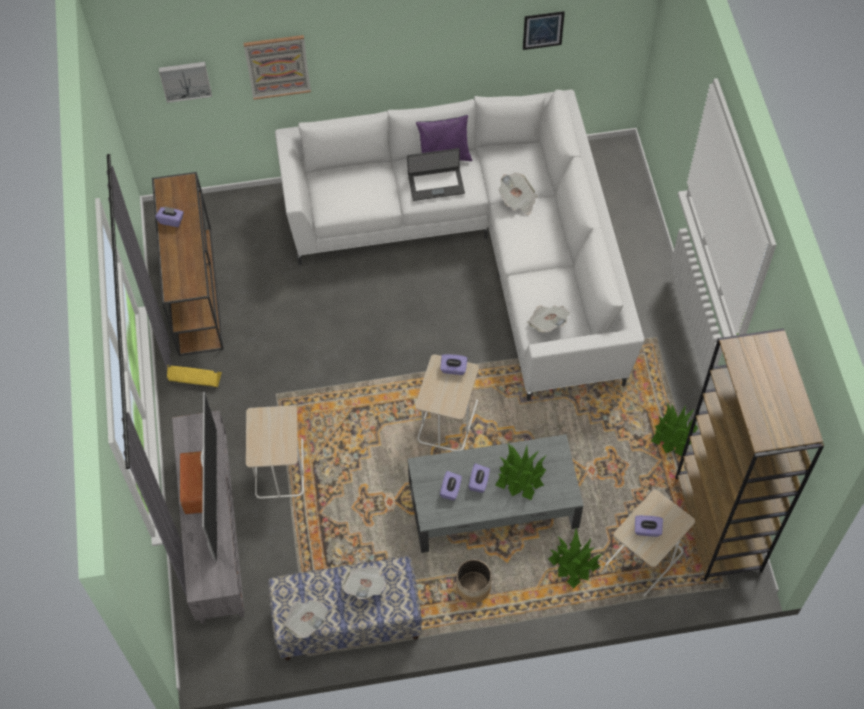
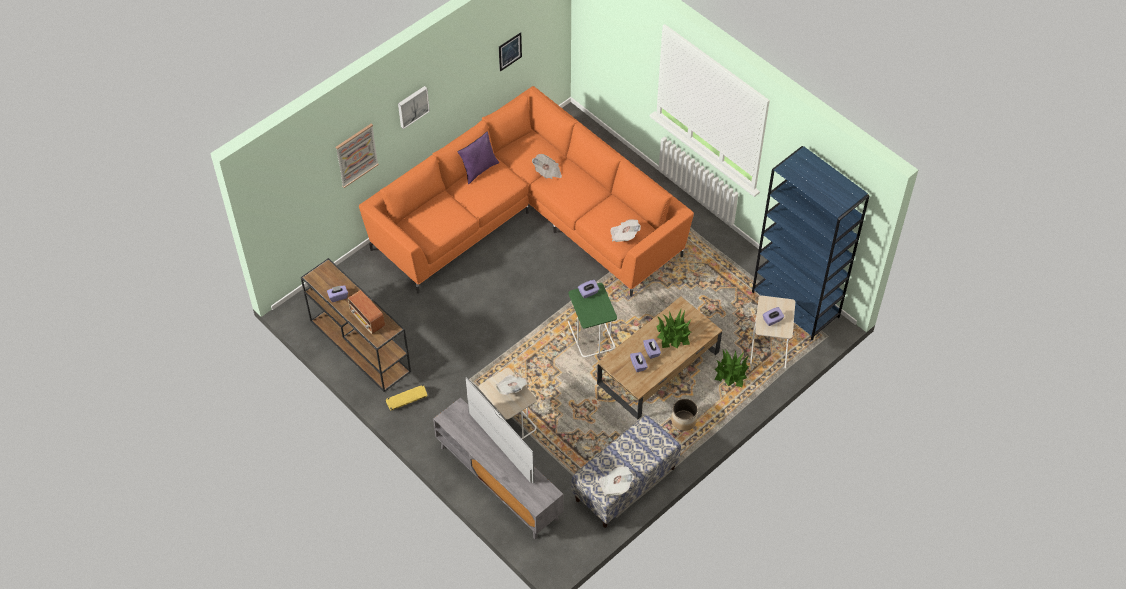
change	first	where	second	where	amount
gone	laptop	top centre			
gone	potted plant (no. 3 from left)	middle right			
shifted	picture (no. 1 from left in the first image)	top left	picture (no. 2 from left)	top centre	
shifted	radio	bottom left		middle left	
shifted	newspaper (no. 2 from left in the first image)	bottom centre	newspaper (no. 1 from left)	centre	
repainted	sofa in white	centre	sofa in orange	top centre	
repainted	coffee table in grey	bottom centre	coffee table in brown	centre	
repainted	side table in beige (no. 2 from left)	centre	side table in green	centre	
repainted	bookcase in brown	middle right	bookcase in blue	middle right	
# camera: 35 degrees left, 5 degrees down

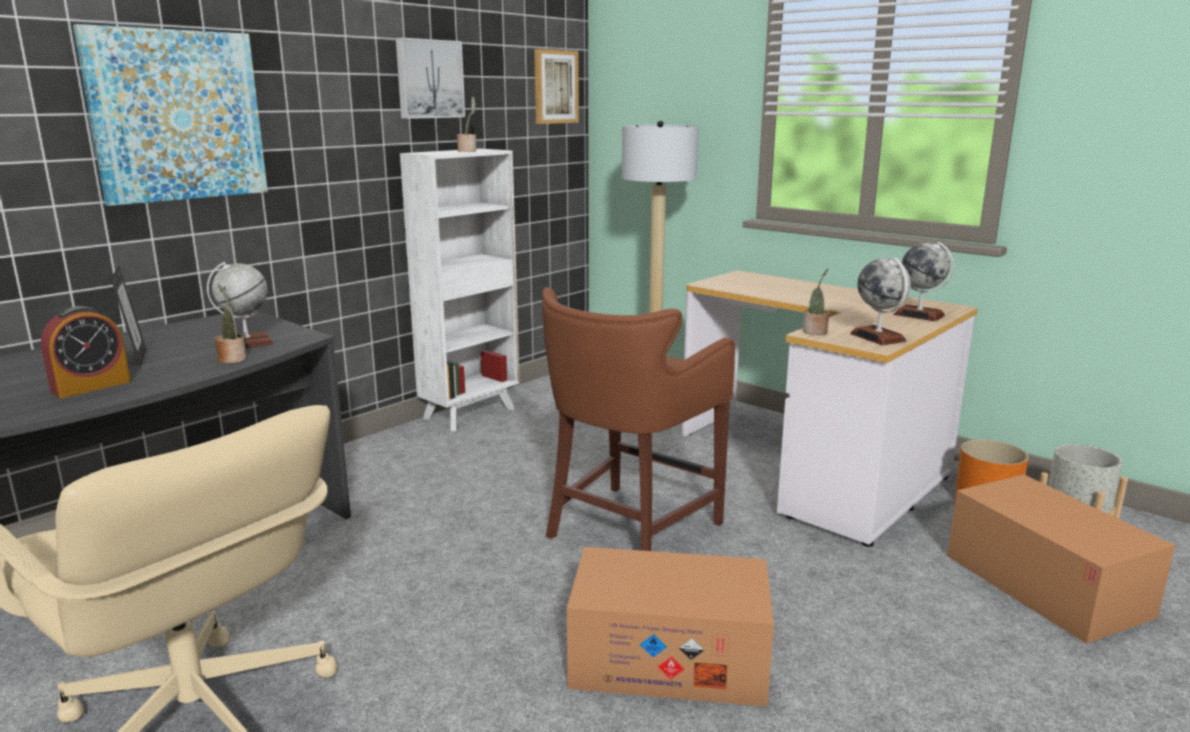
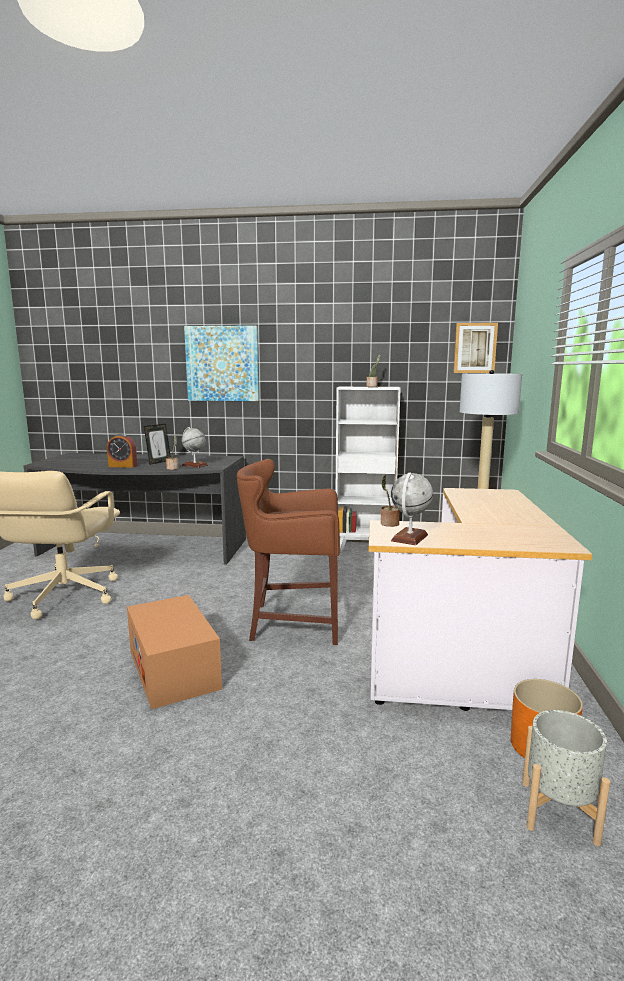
change	first	where	second	where	amount
gone	picture (no. 2 from left)	top centre			
gone	globe (no. 3 from left)	middle right			
gone	cardboard box (no. 2 from left)	bottom right			
# camera: 55 degrees right, 5 degrees down

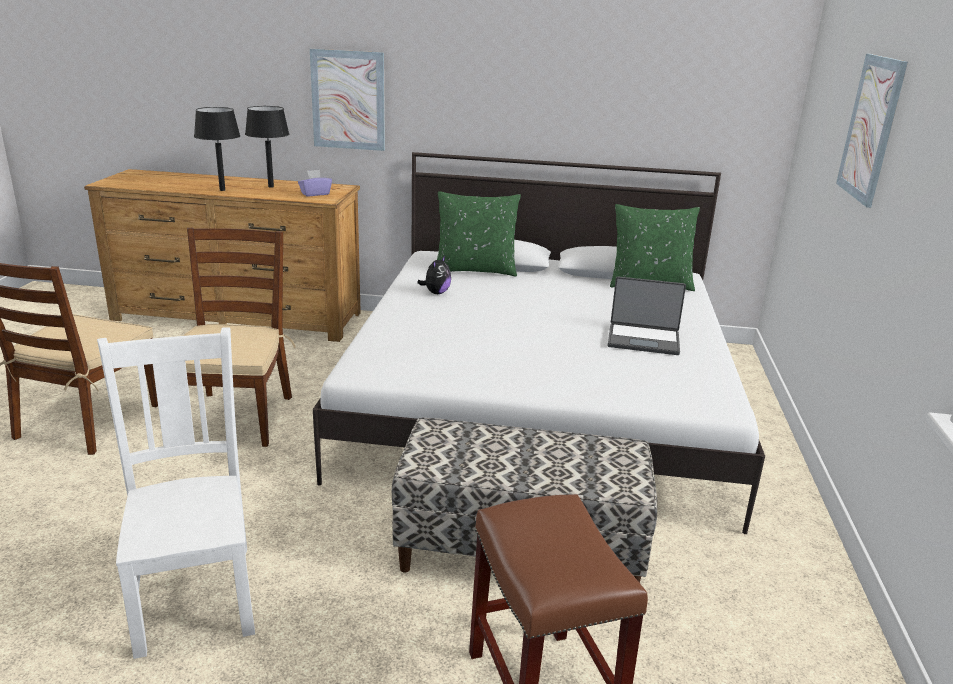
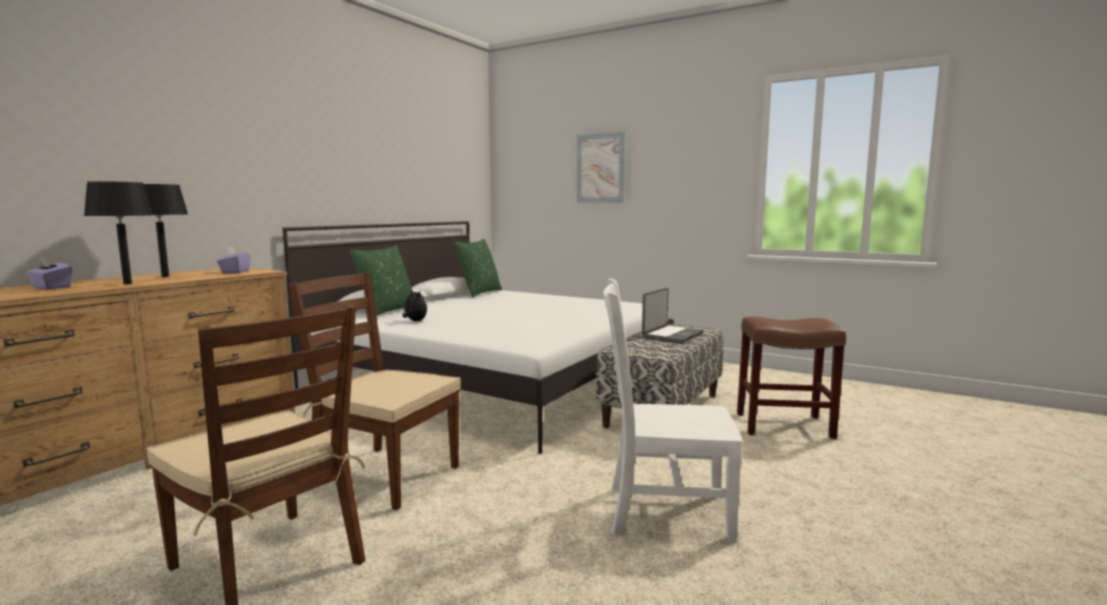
change	first	where	second	where	amount
gone	picture (no. 1 from left)	top centre			
new			tissue box in purple (no. 1 from left)	middle left	
shifted	laptop	middle right		centre	
# camera: 65 degrees left, 15 degrees down

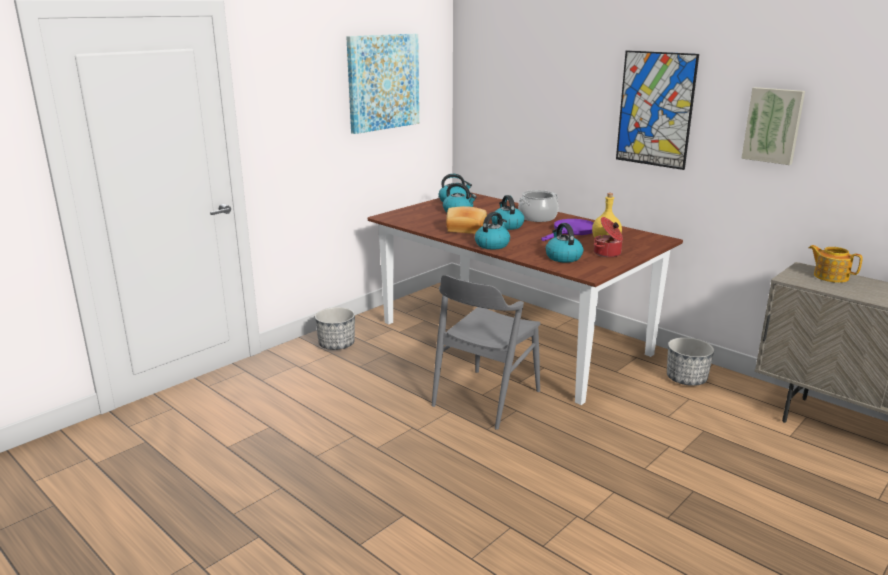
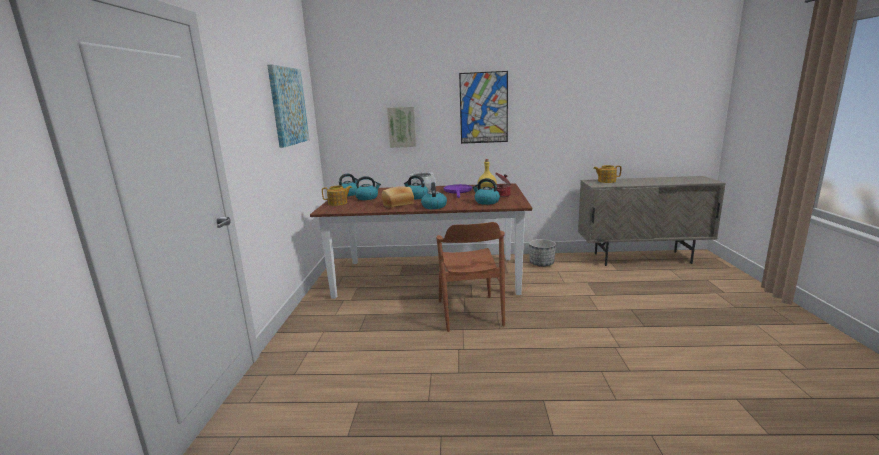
change	first	where	second	where	amount
gone	planter (no. 1 from left)	centre			
new			teapot (no. 1 from left)	centre	
shifted	picture (no. 3 from left in the first image)	top right	picture (no. 2 from left)	top centre	
repainted	chair in grey	centre	chair in brown	centre	
# camera: 40 degrees left, 5 degrees down

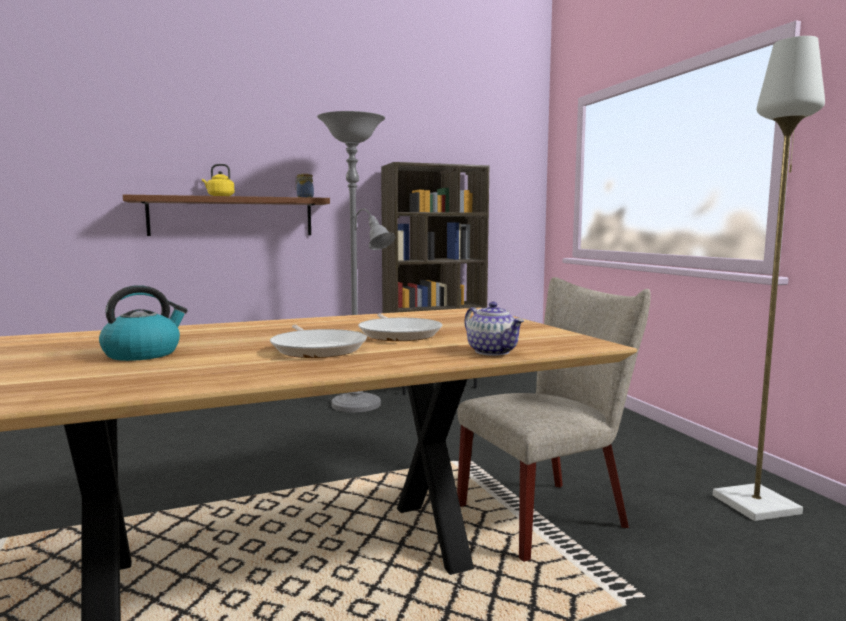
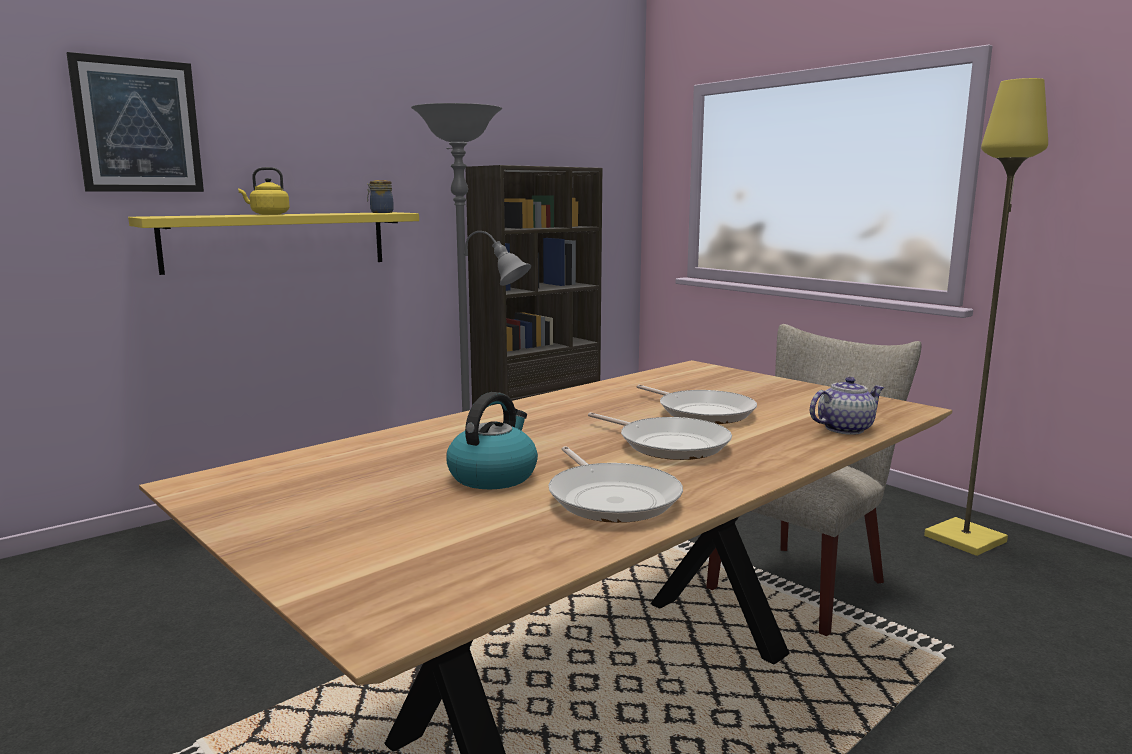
change	first	where	second	where	amount
new			picture	top left	
new			frying pan (no. 1 from left)	centre	
repainted	shelf in brown	middle left	shelf in yellow	top left	
repainted	floor lamp in grey (no. 2 from left)	middle right	floor lamp in yellow	middle right	
rotated	teapot	centre		middle right	60 degrees counterclockwise
# camera: 20 degrees left, 5 degrees up

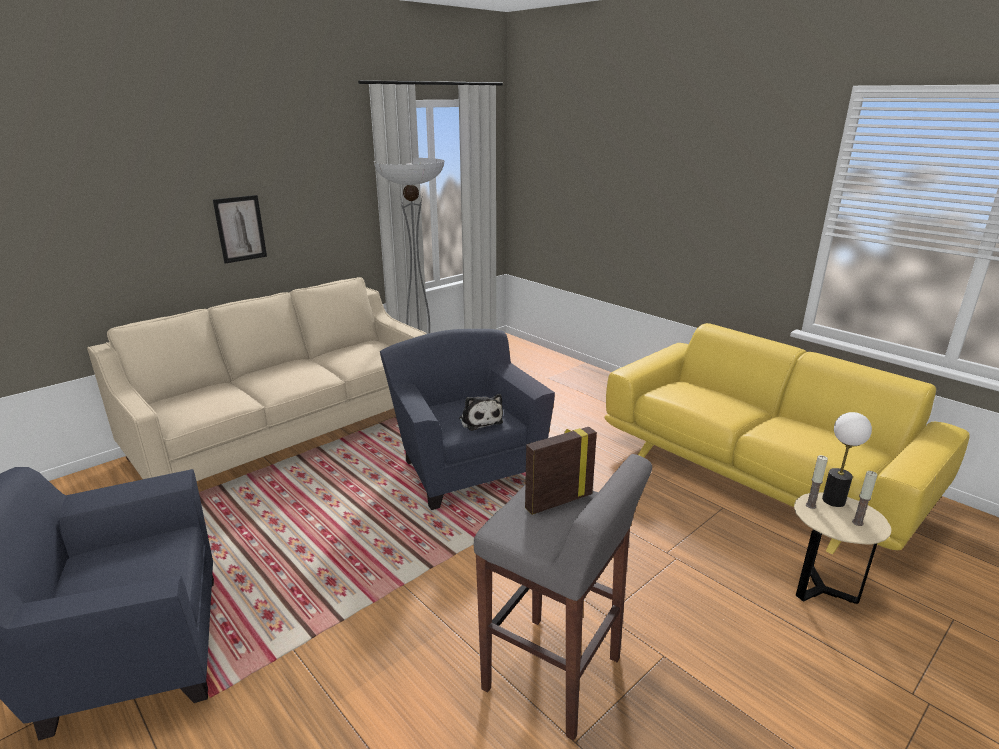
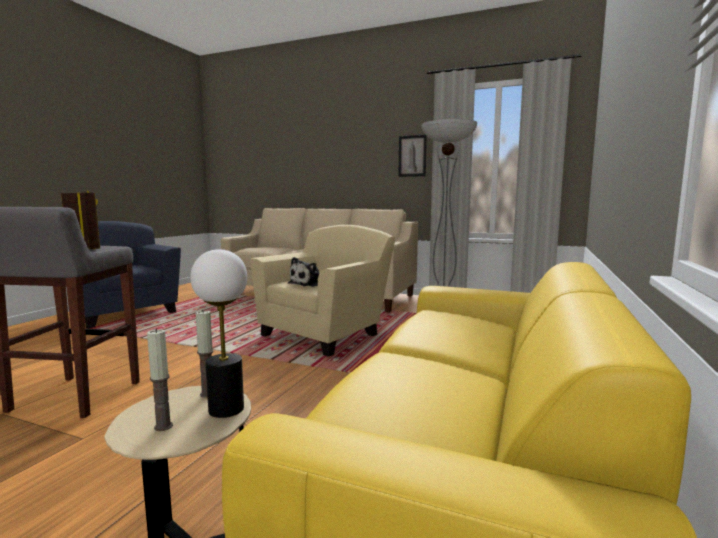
change	first	where	second	where	amount
shifted	picture	top left		top centre	
repainted	armchair in blue (no. 2 from left)	centre	armchair in beige	centre	
# camera: 65 degrees right, 15 degrees down

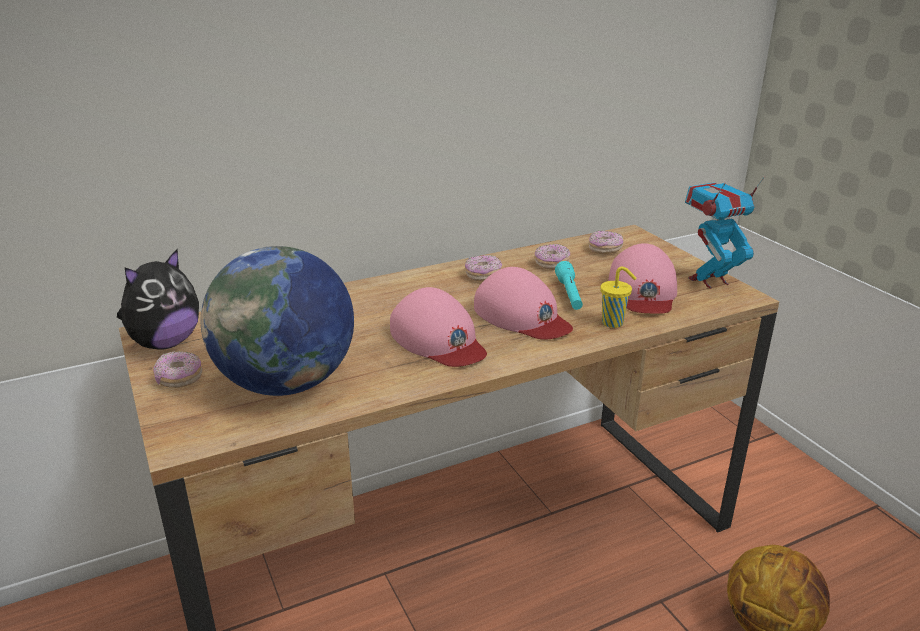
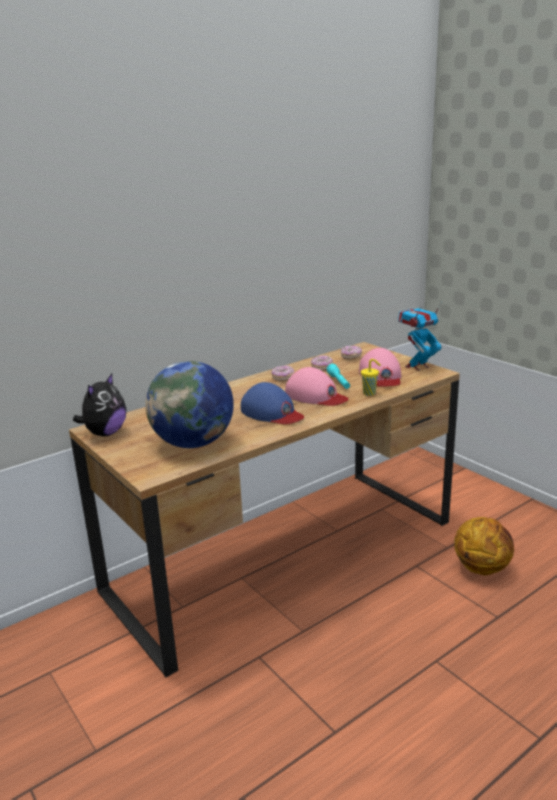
change	first	where	second	where	amount
gone	donut (no. 1 from left)	middle left			
repainted	cap in pink (no. 1 from left)	centre	cap in blue	centre	
# camera: 10 degrees left, 5 degrees down

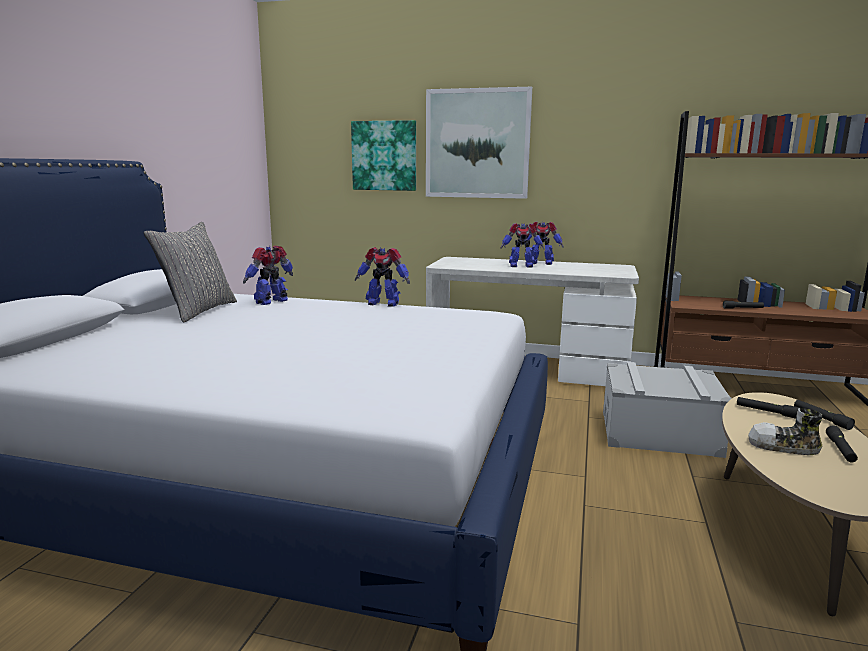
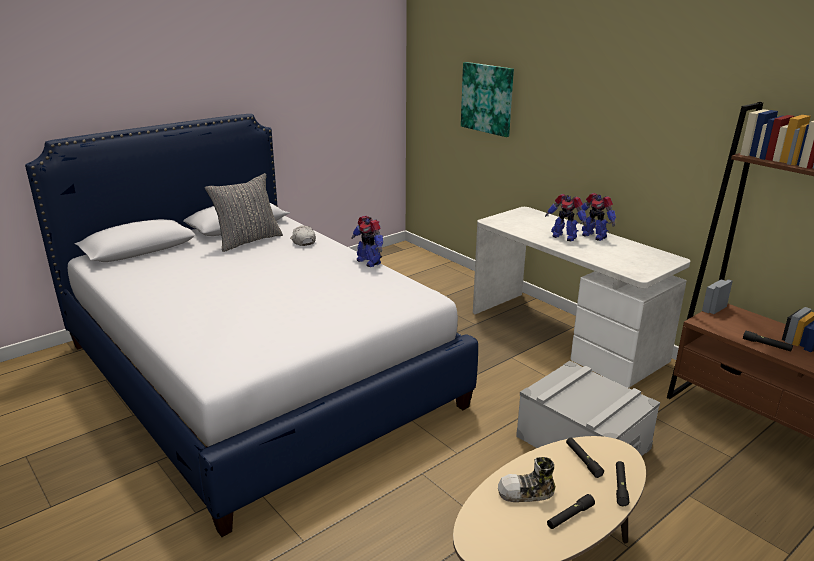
change	first	where	second	where	amount
gone	picture (no. 2 from left)	top centre			
swapped	toy robot (no. 1 from left)	middle left	cap in white	centre	
rotated	shoe	middle right		bottom centre	60 degrees counterclockwise
# camera: 35 degrees right, 10 degrees up

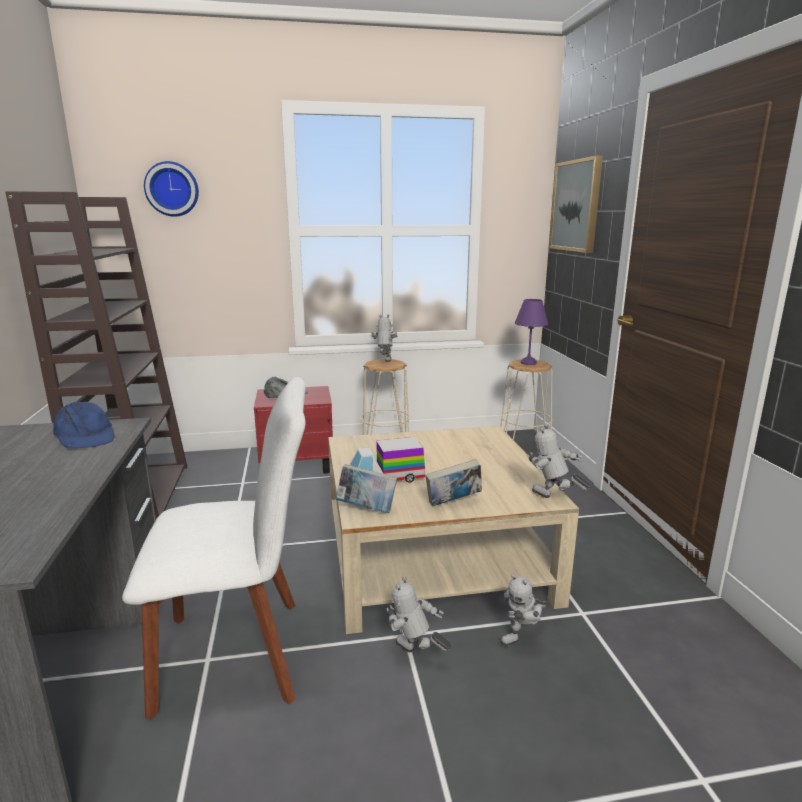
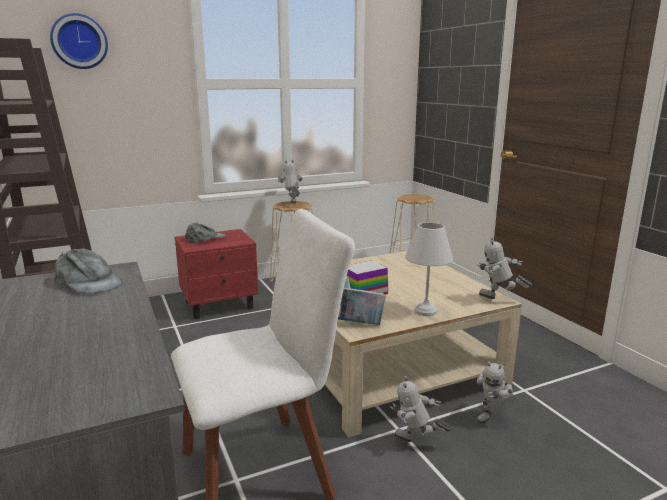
change	first	where	second	where	amount
gone	table lamp in purple	centre			
gone	picture	top right			
swapped	book (no. 2 from left)	centre	table lamp in white	centre	
repainted	cap in blue	middle left	cap in grey (no. 1 from left)	middle left	
# camera: 15 degrees left, 0 degrees up

